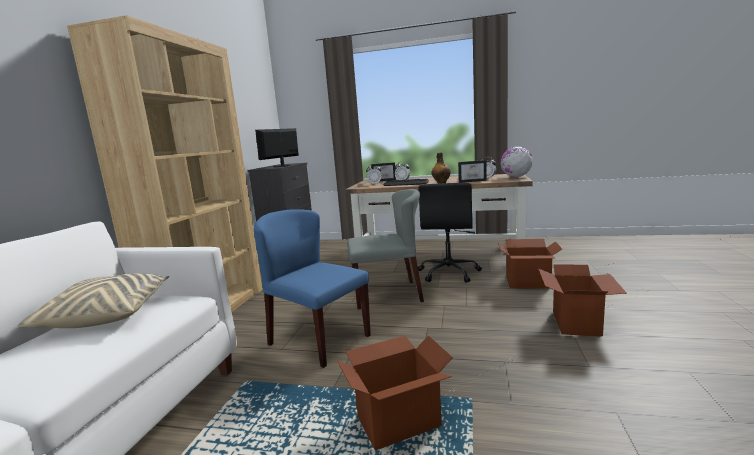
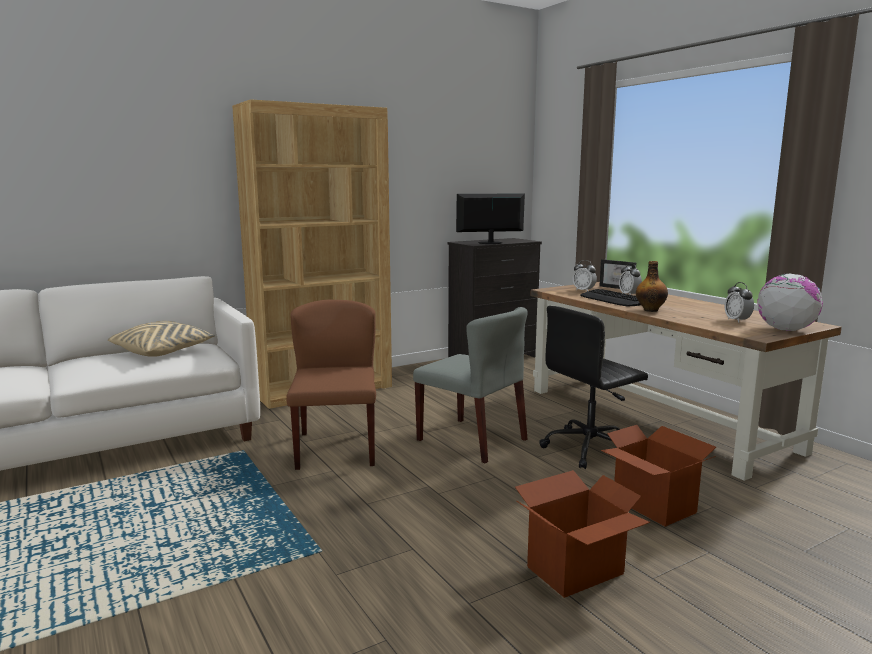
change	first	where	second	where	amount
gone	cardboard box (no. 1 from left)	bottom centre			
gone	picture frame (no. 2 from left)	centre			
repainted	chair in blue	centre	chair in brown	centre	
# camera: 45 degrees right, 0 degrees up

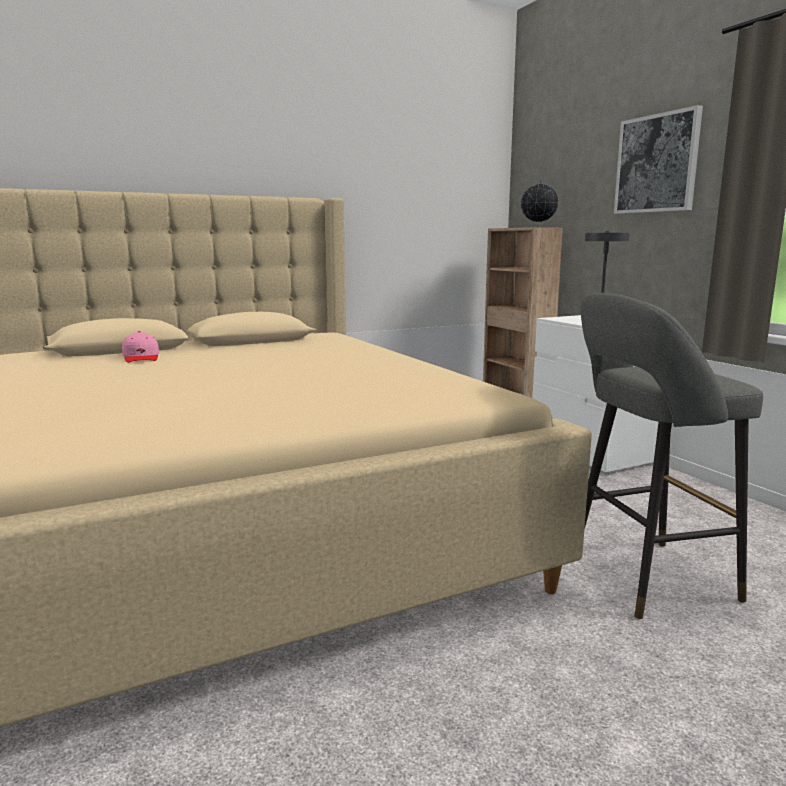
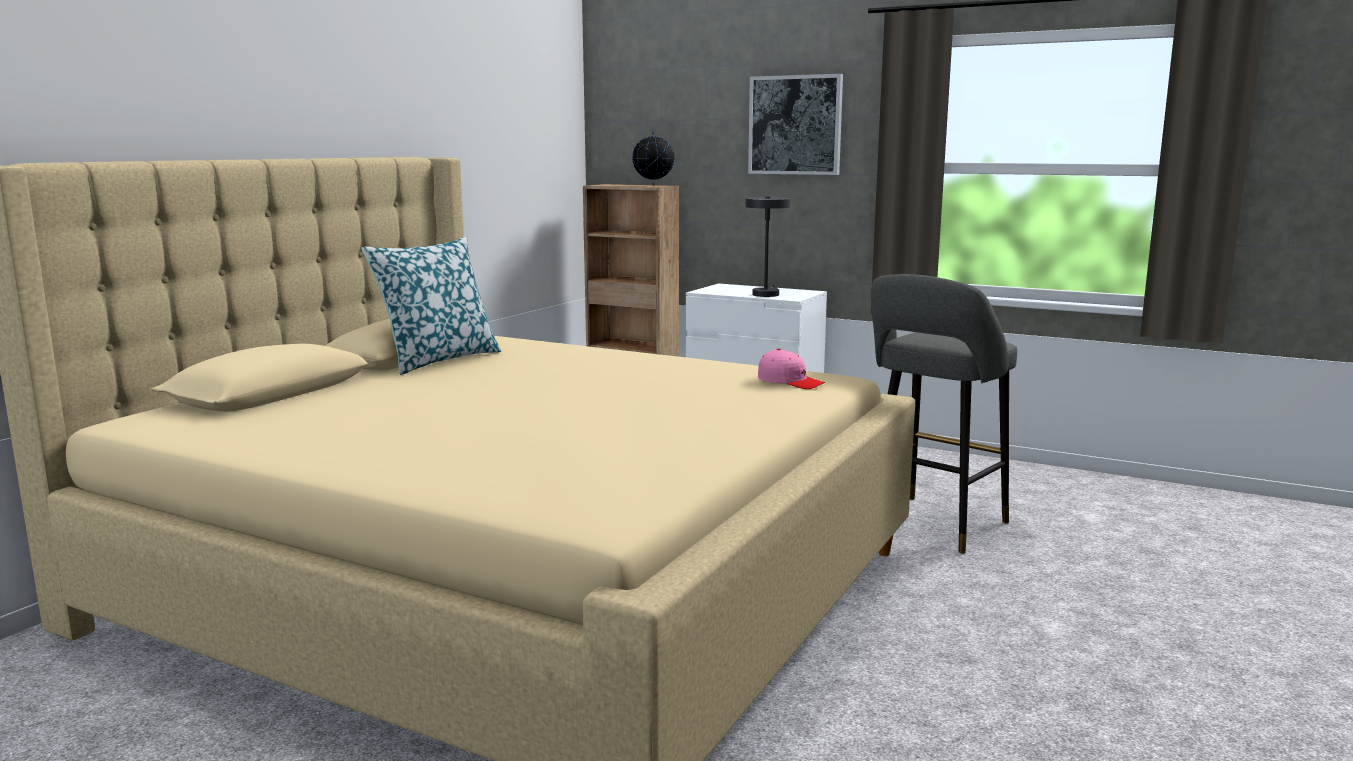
change	first	where	second	where	amount
new			pillow	middle left	
shifted	cap in pink	middle left		centre	
# camera: 35 degrees left, 0 degrees up

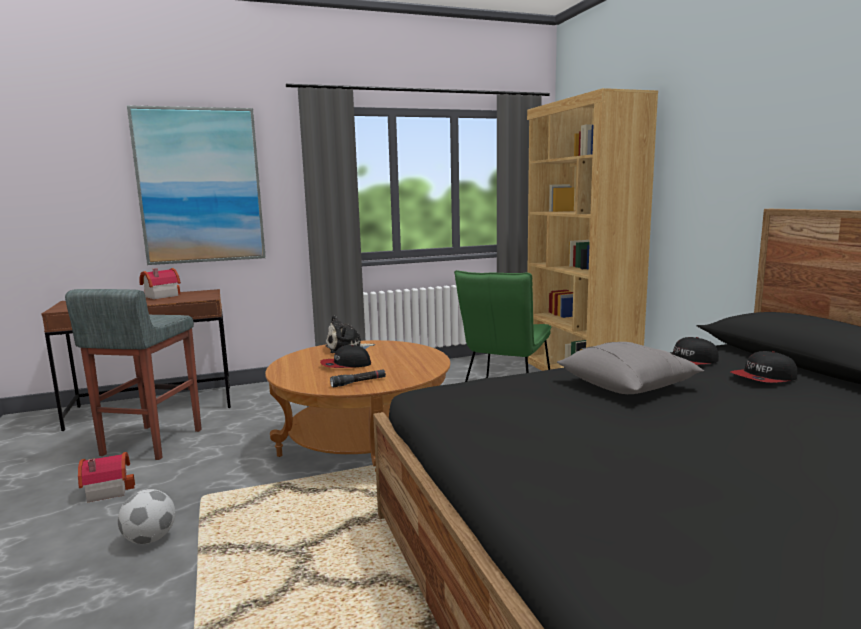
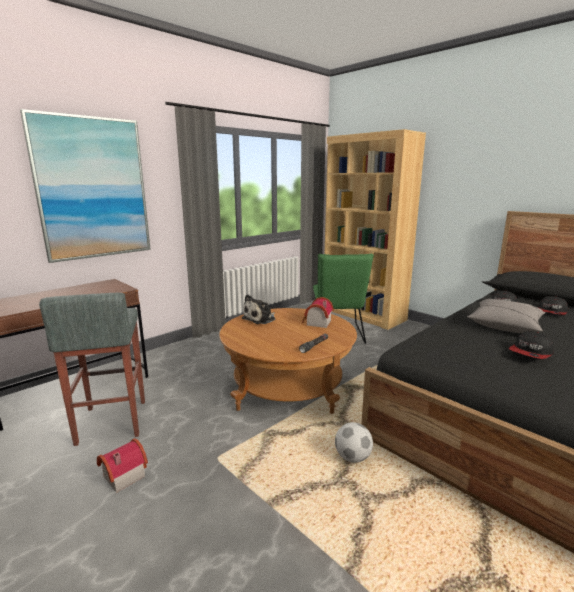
change	first	where	second	where	amount
shifted	football	bottom left		bottom centre	
shifted	toy house (no. 2 from left)	middle left		centre	
shifted	cap (no. 1 from left in the first image)	centre	cap (no. 2 from left)	middle right	
# camera: 25 degrees left, 5 degrees up

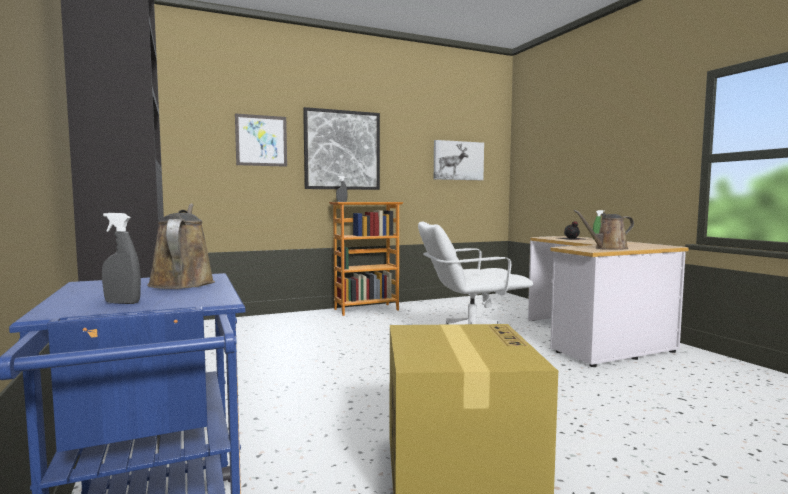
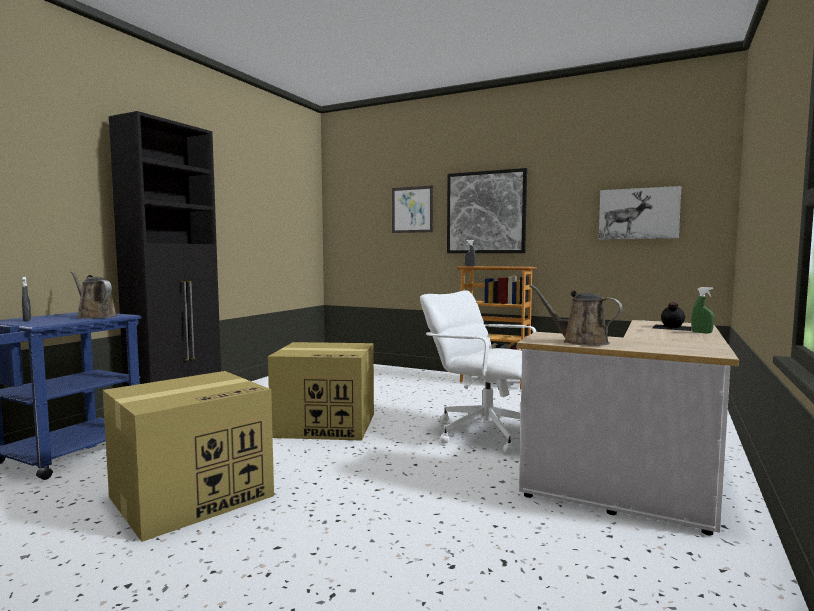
change	first	where	second	where	amount
new			cardboard box (no. 2 from left)	centre	
rotated	watering can in brown (no. 1 from left)	middle left		middle left	90 degrees counterclockwise
# camera: 50 degrees right, 0 degrees up

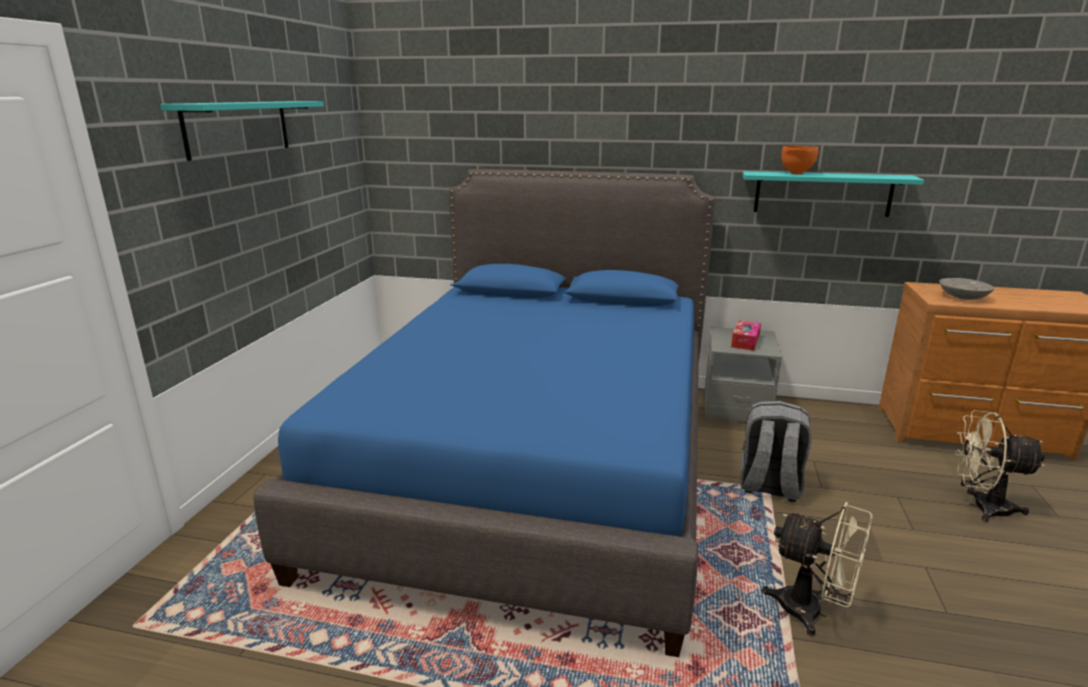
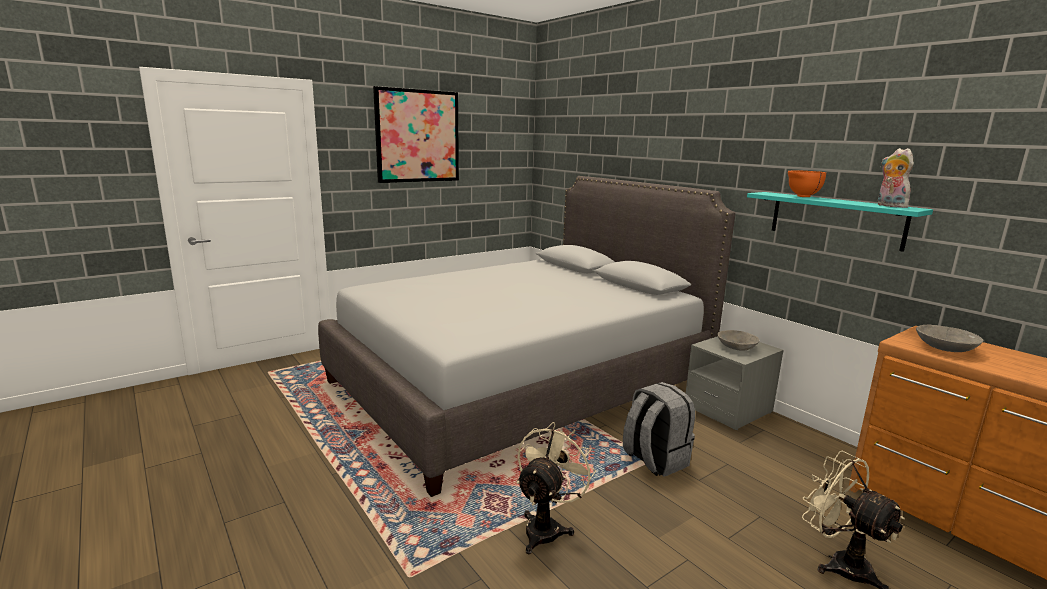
change	first	where	second	where	amount
new			plush toy	top right	
swapped	shelf in turquoise (no. 1 from left)	top left	picture	top centre	
swapped	tissue box	middle right	bowl in grey (no. 1 from left)	middle right	
repainted	bed in blue	centre	bed in grey	centre	
rotated	fan in beige (no. 1 from left)	bottom right		bottom centre	135 degrees counterclockwise
# camera: 40 degrees right, 5 degrees down

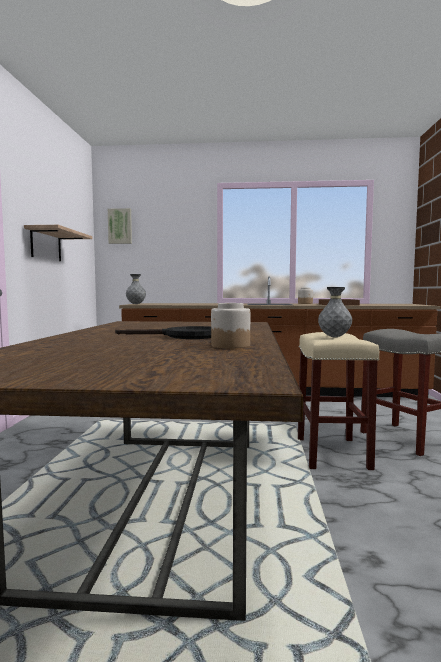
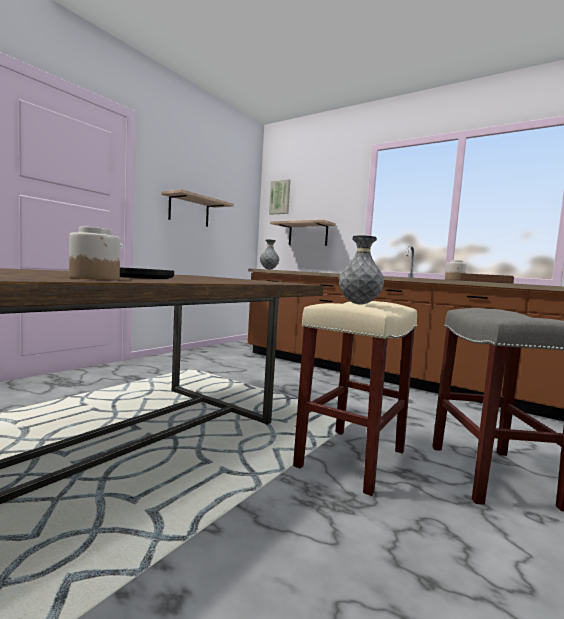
change	first	where	second	where	amount
new			shelf (no. 2 from left)	centre	
# camera: 30 degrees right, 0 degrees up

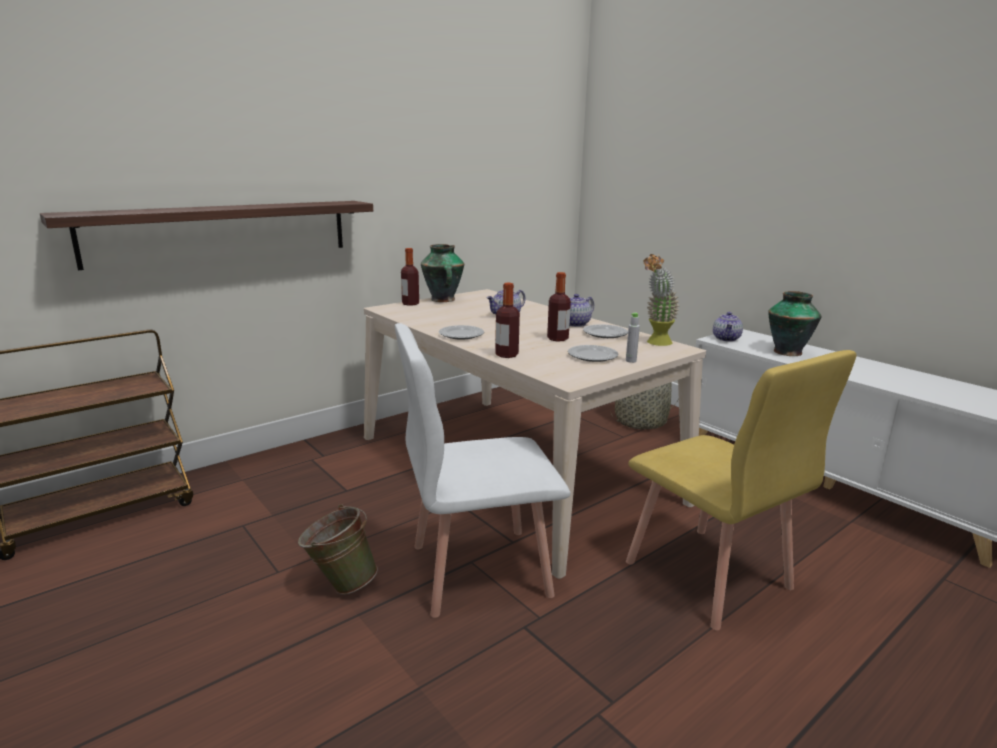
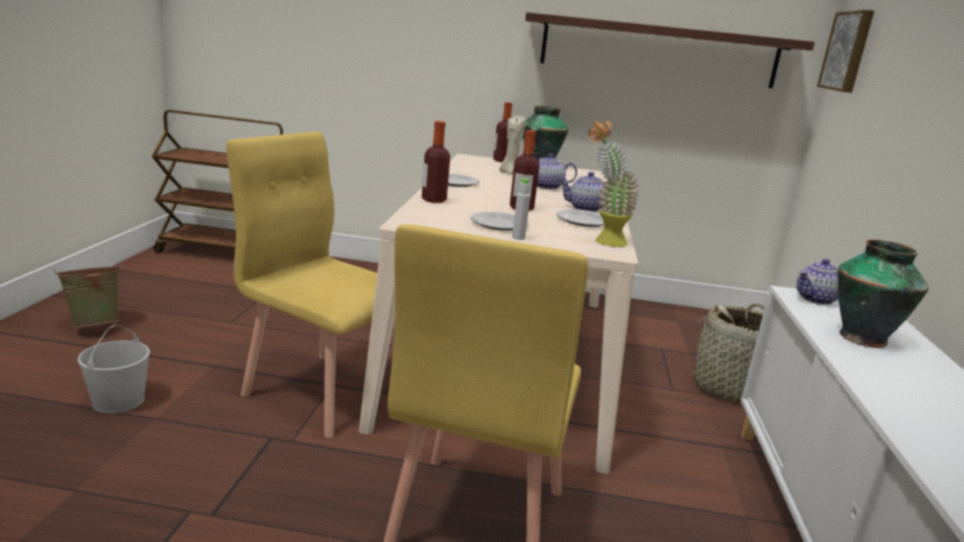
change	first	where	second	where	amount
new			bucket in white	bottom left	
new			candle in beige	top centre	
new			picture	top right	
shifted	shelf	top left		top right	
shifted	bucket in green	bottom centre		middle left	
repainted	chair in white	centre	chair in yellow (no. 1 from left)	middle left	
# camera: 45 degrees right, 0 degrees up

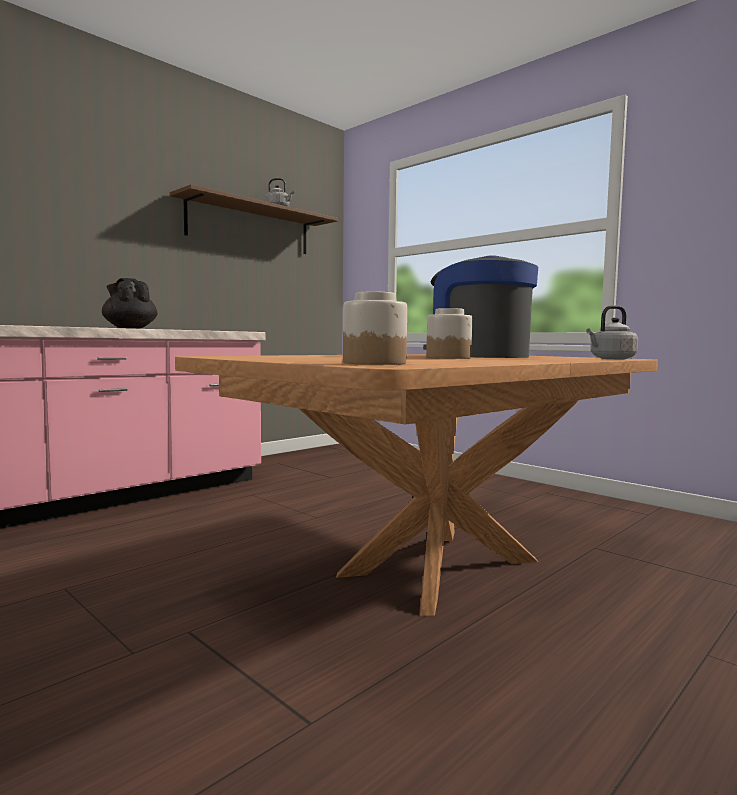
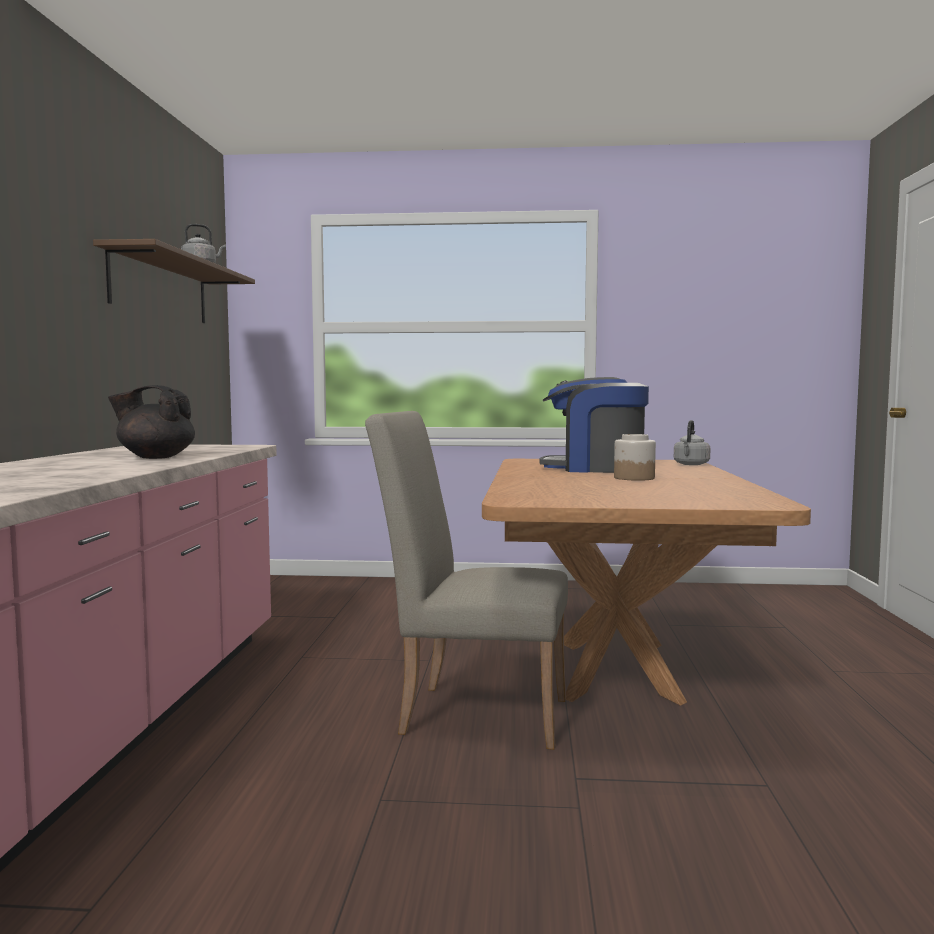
change	first	where	second	where	amount
gone	jar (no. 1 from left)	centre			
new			chair in beige	centre	
# camera: 40 degrees left, 0 degrees up

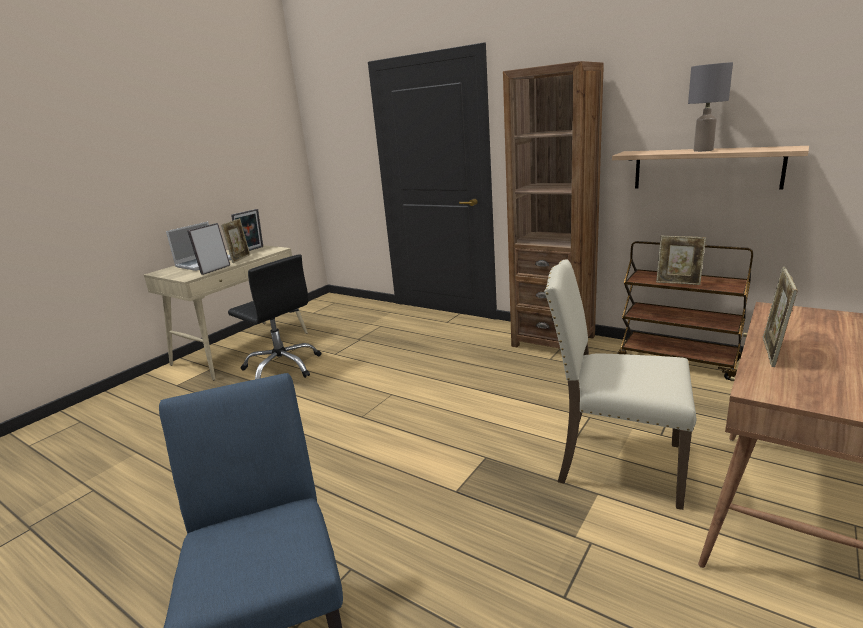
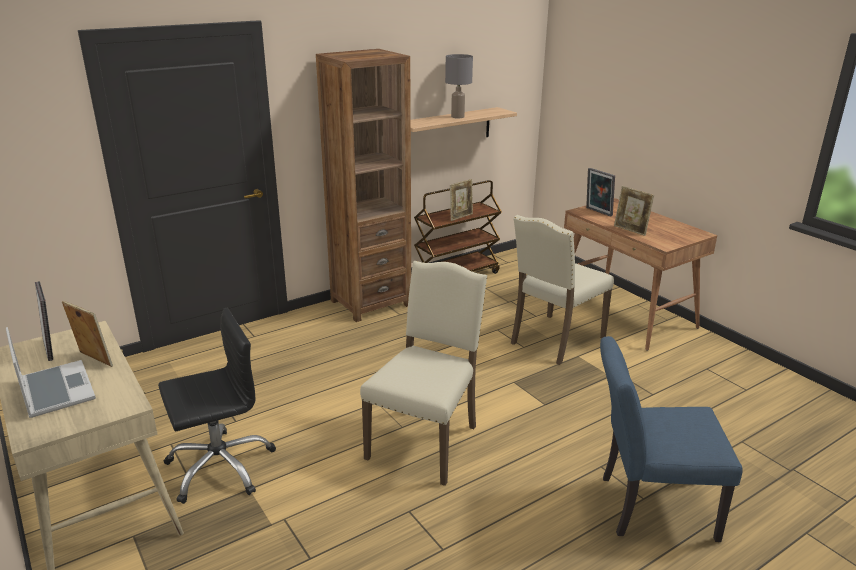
change	first	where	second	where	amount
new			chair in beige (no. 1 from left)	centre	
shifted	picture frame (no. 1 from left in the first image)	middle left	picture frame (no. 4 from left)	middle right	
# camera: 70 degrees left, 5 degrees up

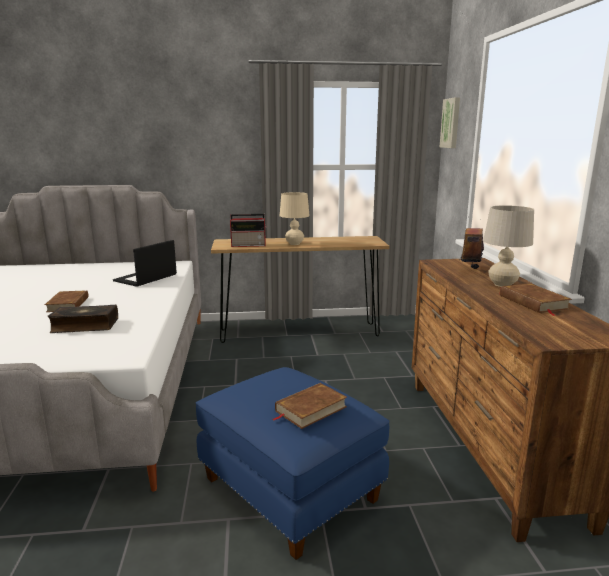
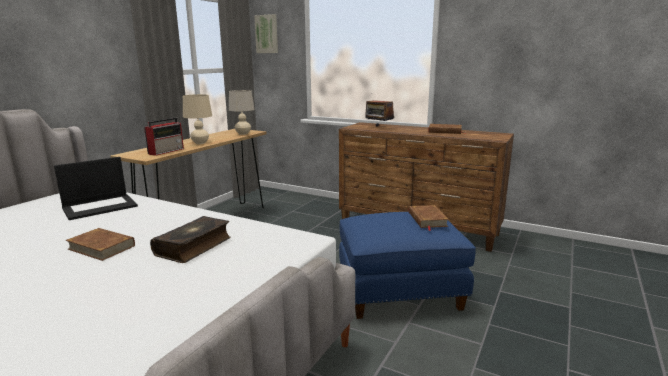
change	first	where	second	where	amount
shifted	table lamp in beige (no. 2 from left)	middle right		top centre	
rotated	laptop	middle left		middle left	105 degrees counterclockwise
# camera: 55 degrees left, 0 degrees up

